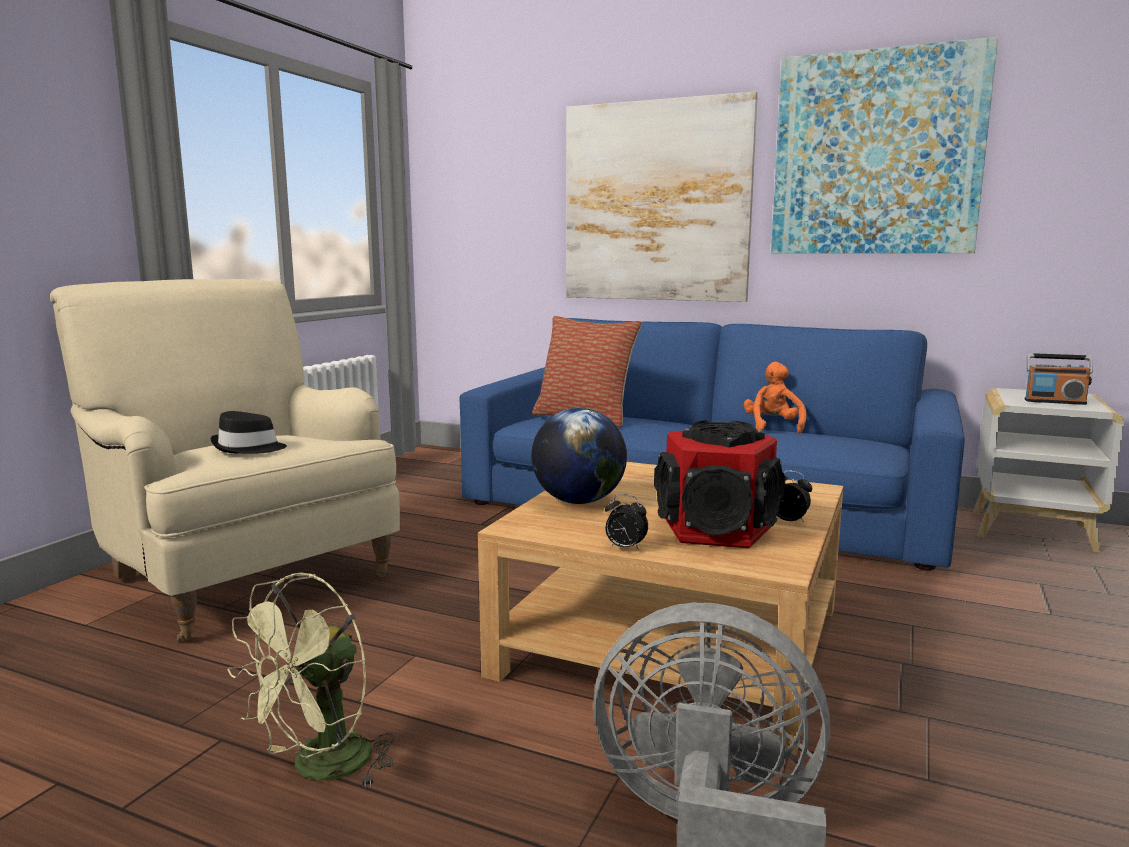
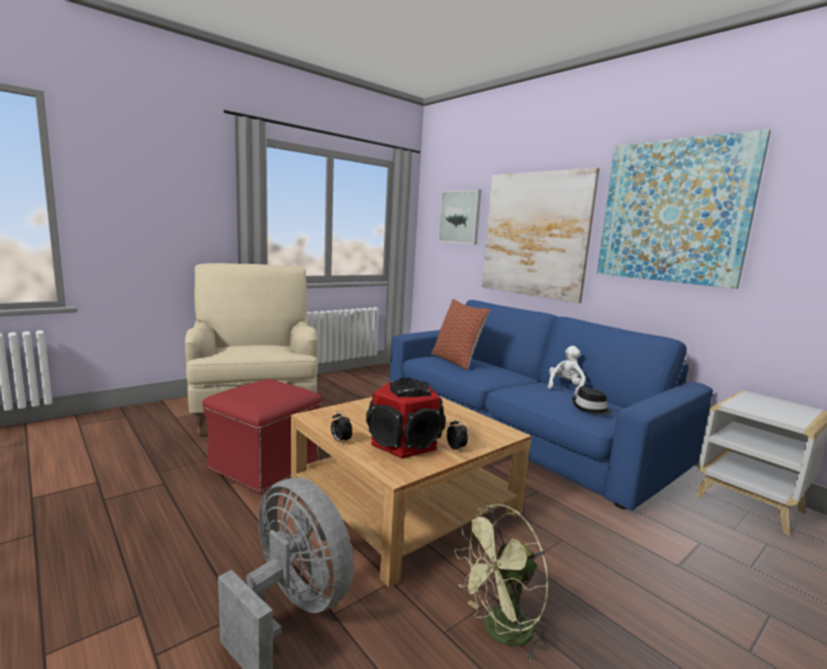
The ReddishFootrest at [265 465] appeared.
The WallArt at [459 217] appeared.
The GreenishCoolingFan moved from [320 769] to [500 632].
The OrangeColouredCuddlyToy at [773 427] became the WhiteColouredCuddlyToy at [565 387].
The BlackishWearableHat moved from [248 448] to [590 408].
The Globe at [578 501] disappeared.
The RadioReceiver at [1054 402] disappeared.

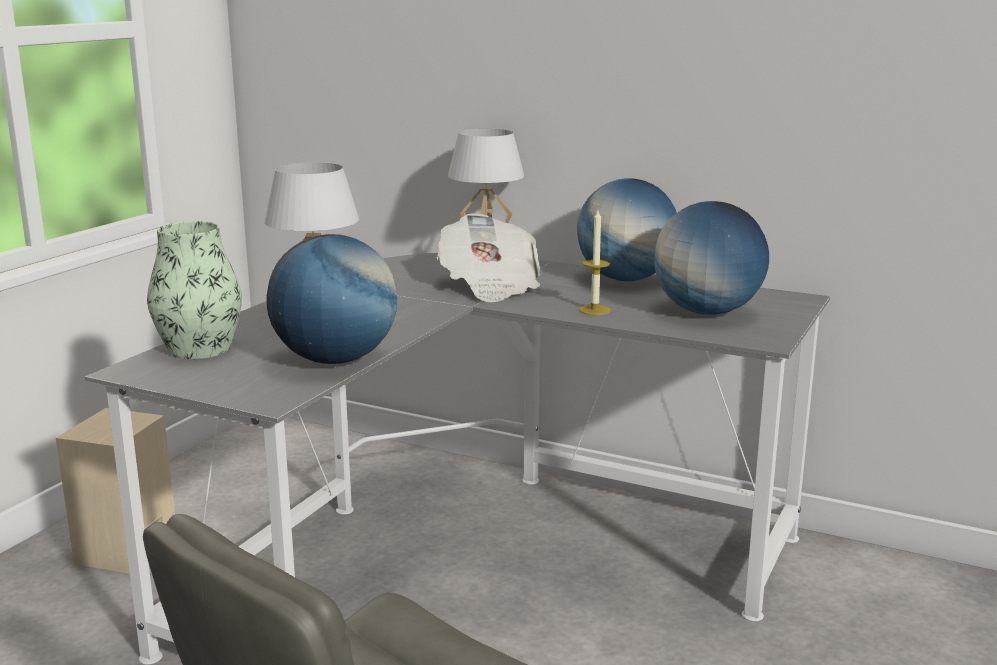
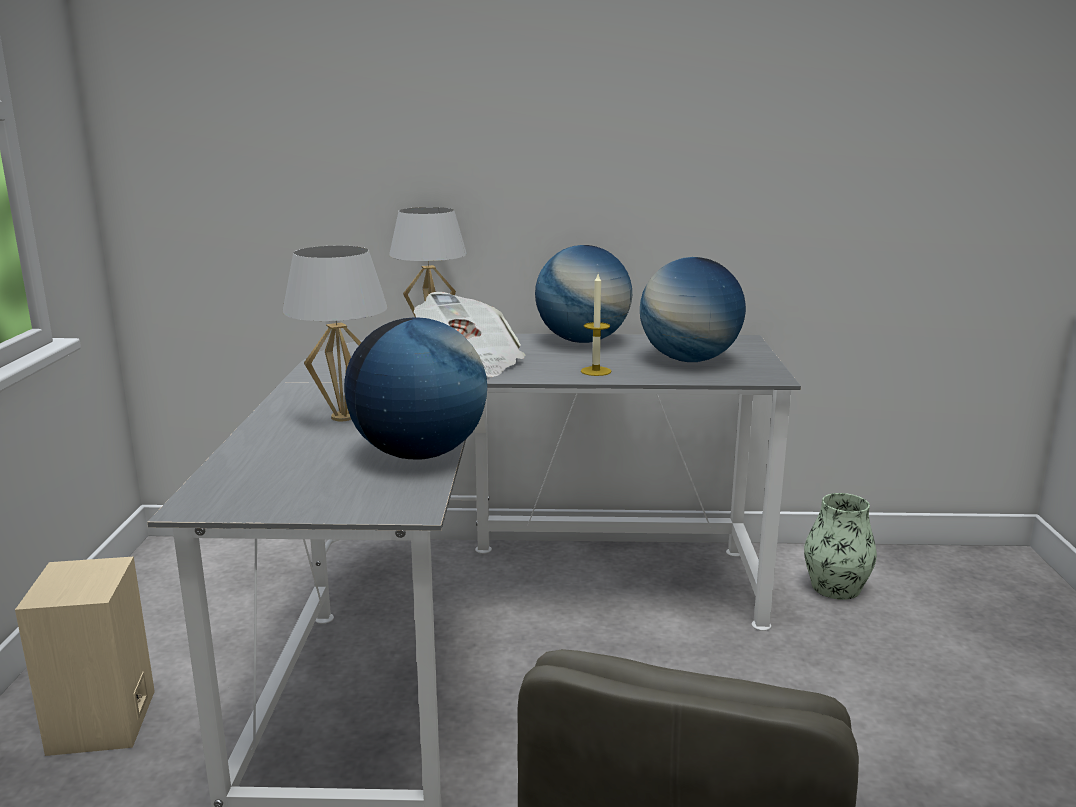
The FlowerVase moved from [199 348] to [836 587].

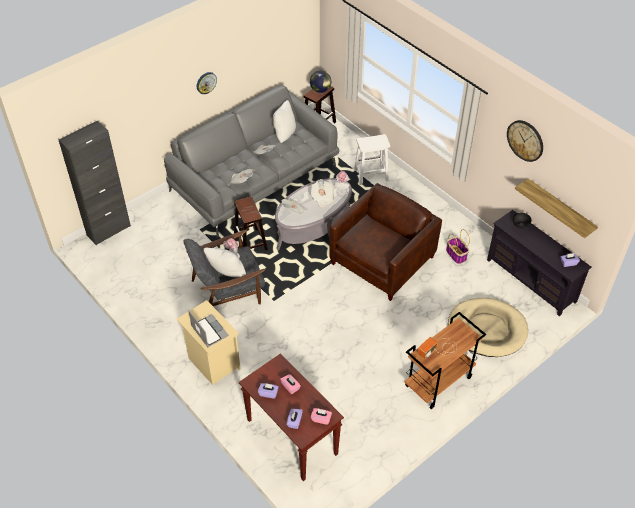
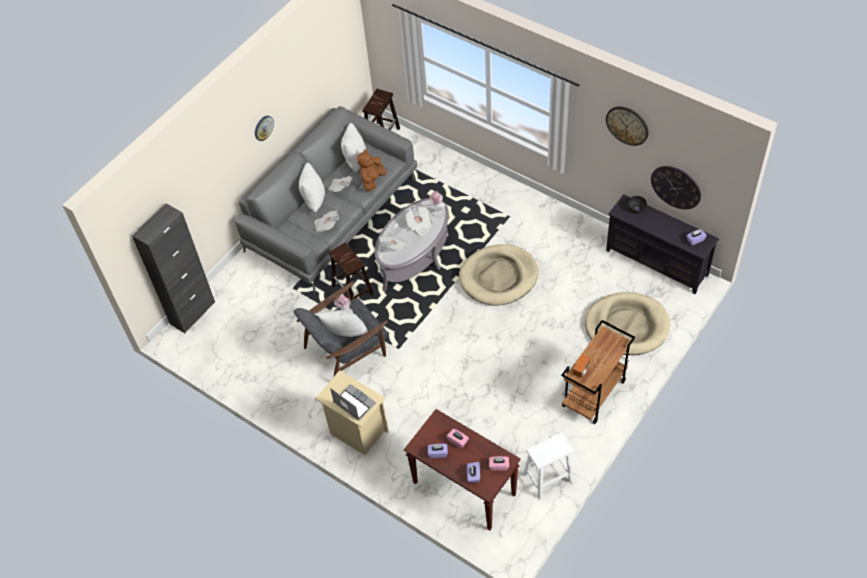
The WhiteColouredThrowPillow at [313 200] appeared.
The BrownishCuddlyToy at [372 180] appeared.
The BrownishArmchair at [382 261] was replaced by the BeigePetBed at [498 277].
The WhiteColouredStoolSeat moved from [370 175] to [547 478].
The BracketShelf at [560 209] was replaced by the WallClock at [676 187].
The Globe at [320 90] disappeared.
The HouseholdBasket at [456 255] disappeared.

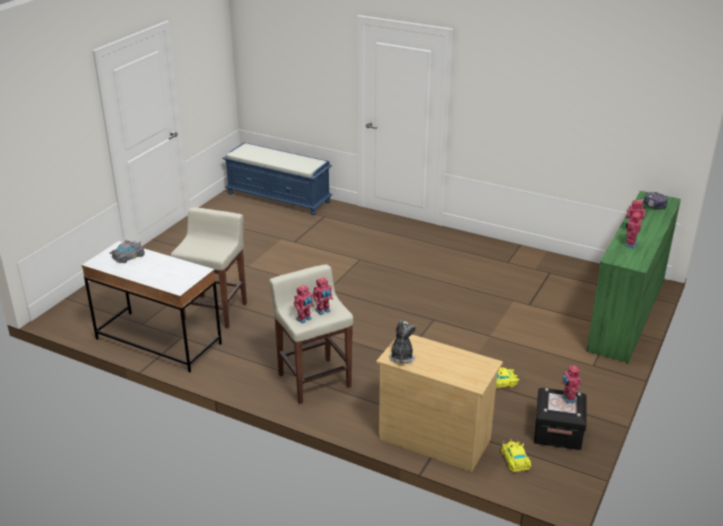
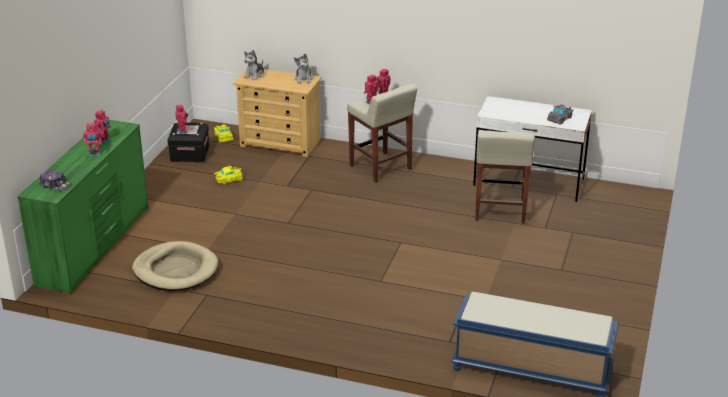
The BeigePetBed at [176 270] appeared.
The CuddlyToy at [255 75] appeared.

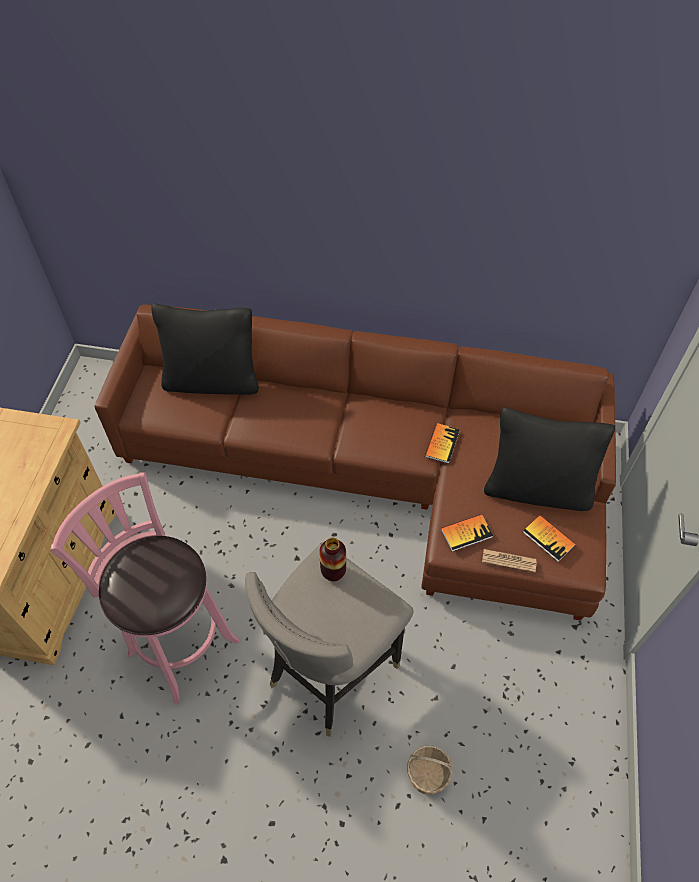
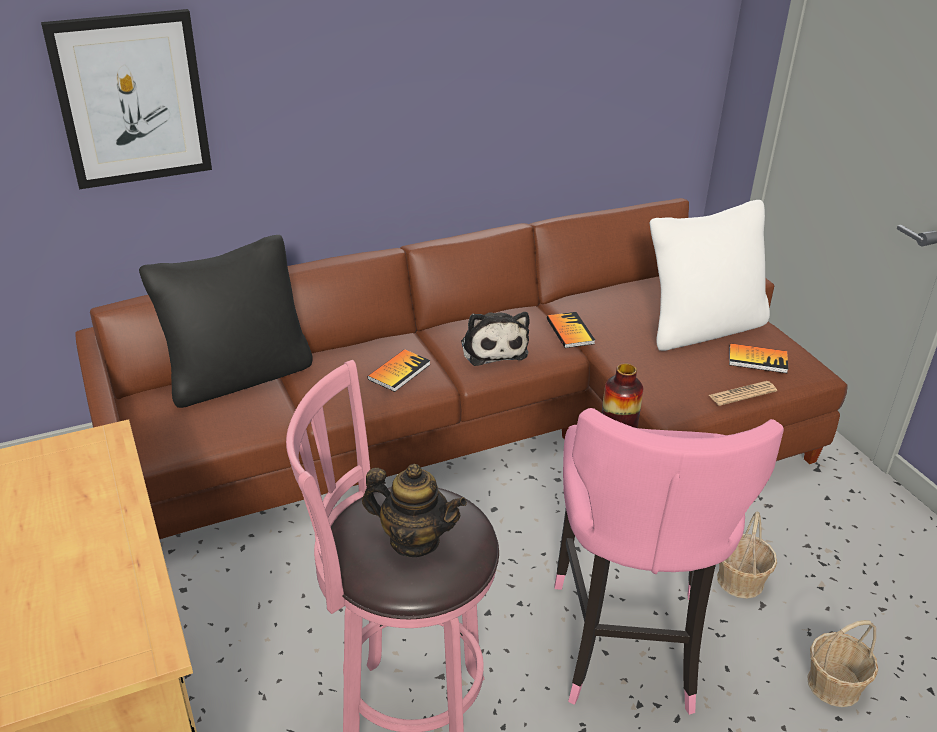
The WallArt at [131 99] appeared.
The PotForTea at [414 540] appeared.
The Book moved from [466 533] to [399 372].
The CuddlyToy at [493 348] appeared.
The GreyishStoolSeat at [330 672] became the PinkStoolSeat at [626 645].
The BlackishThrowPillow at [537 489] became the WhiteColouredThrowPillow at [702 328].
The HouseholdBasket at [740 580] appeared.

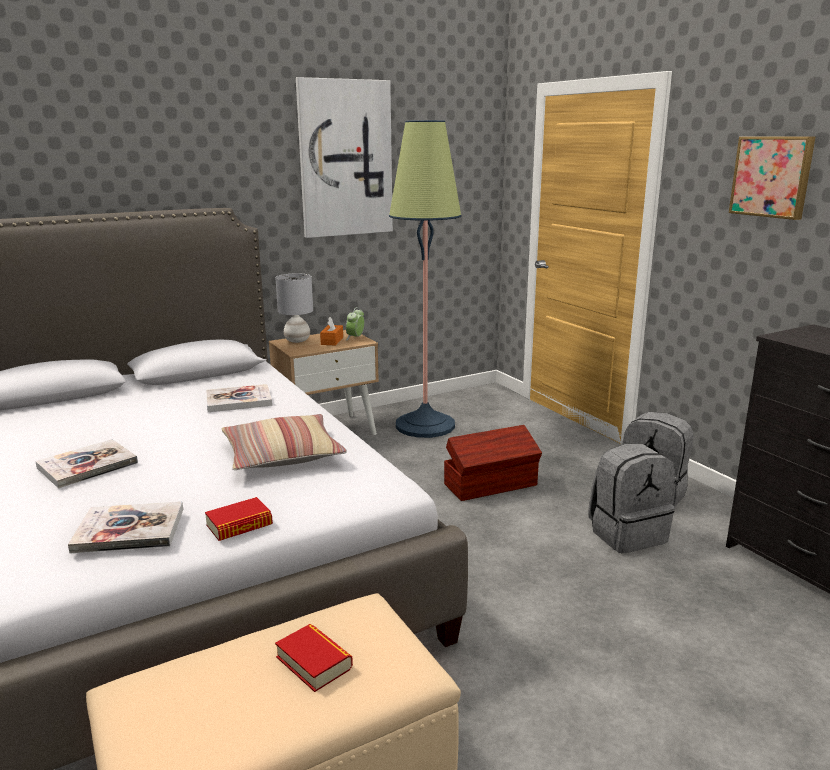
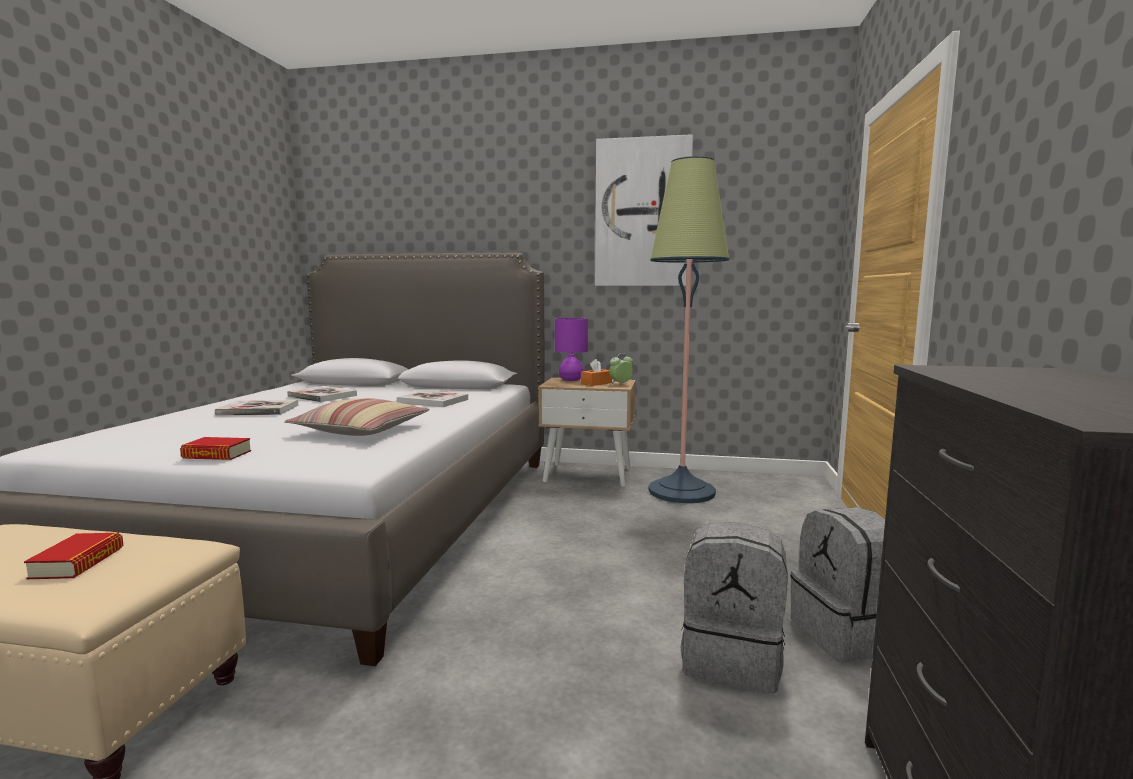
The Book moved from [129 530] to [322 396].
The GreyishLampForATable at [297 340] became the PurplishLampForATable at [571 380].
The BrownishStorageBox at [492 485] disappeared.
The WallArt at [772 176] disappeared.

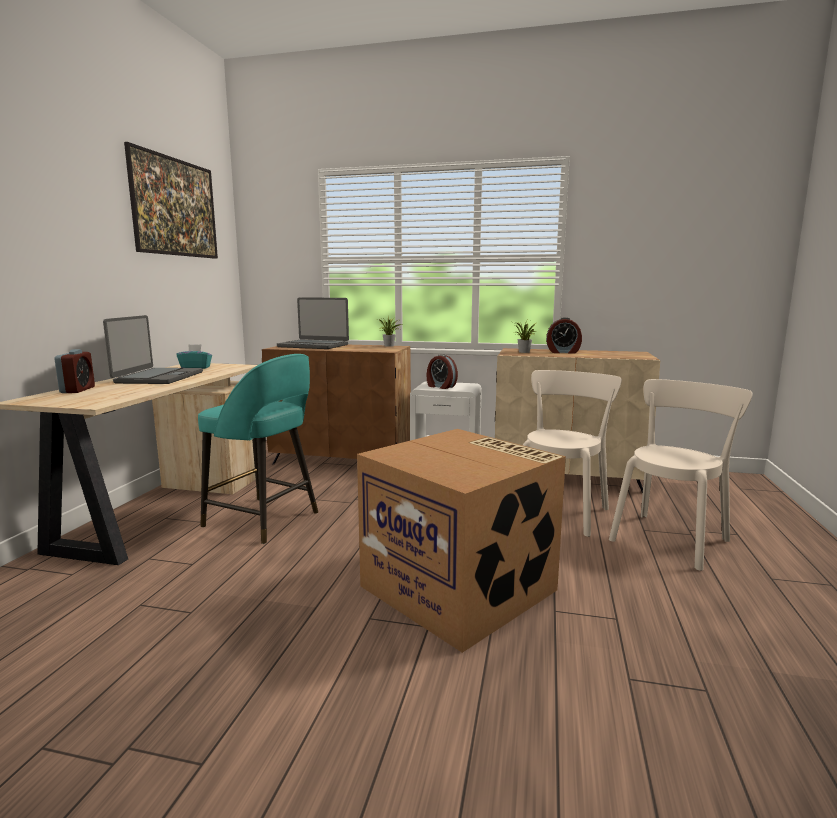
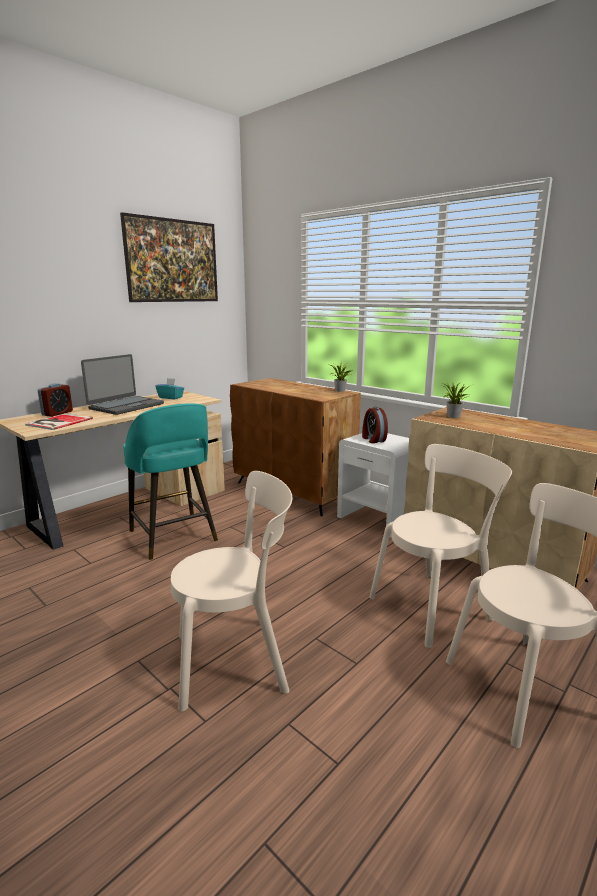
The Book at [58 422] appeared.
The Carton at [461 588] was replaced by the BeigeChair at [237 660].
The NotebookComputer at [314 346] disappeared.
The BedsideClock at [563 352] disappeared.

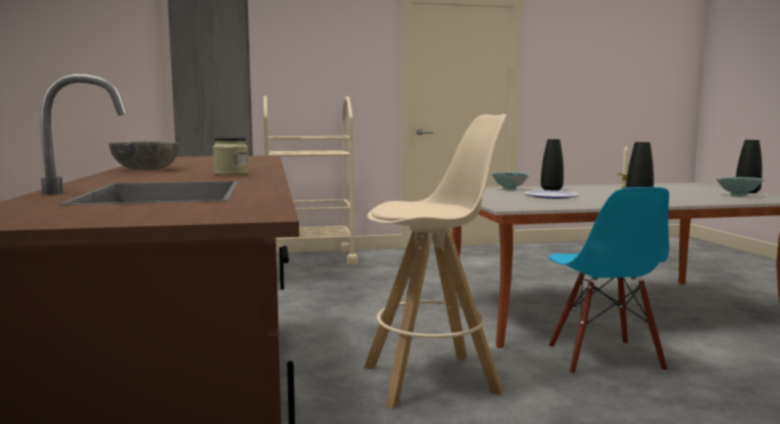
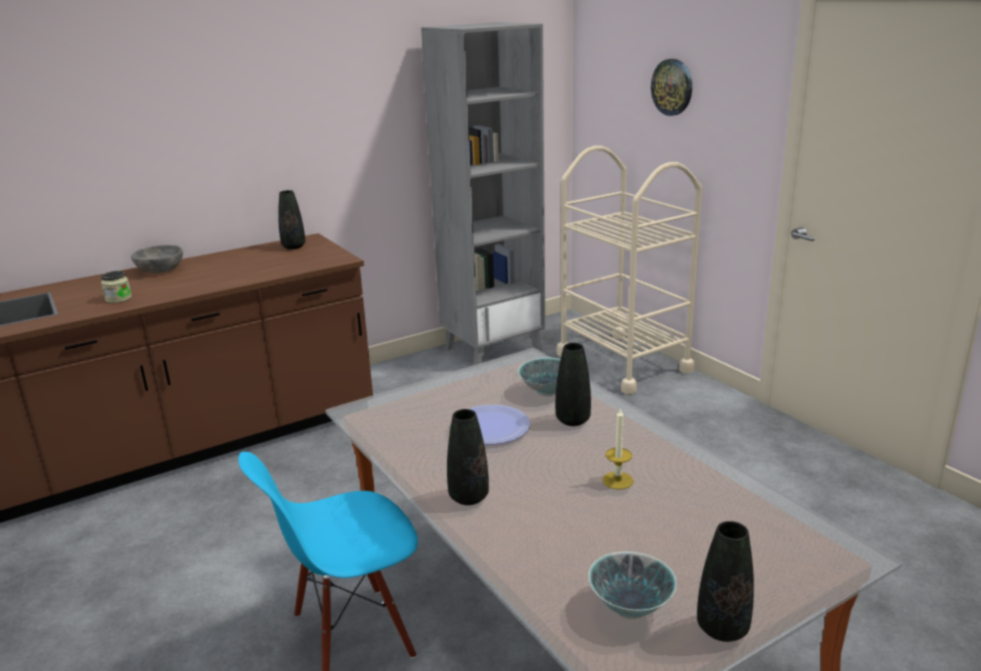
The BlackishFlowerVase at [293 247] appeared.
The WallClock at [672 87] appeared.
The BeigeStoolSeat at [432 379] disappeared.

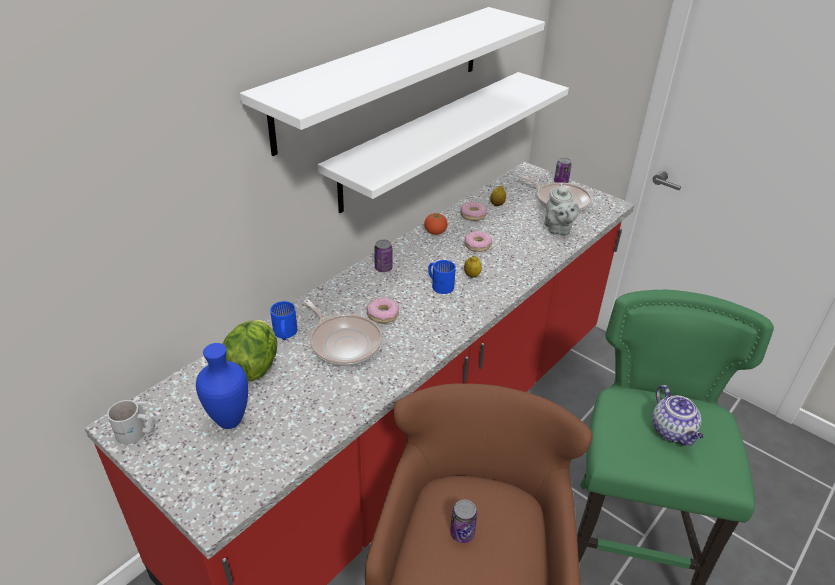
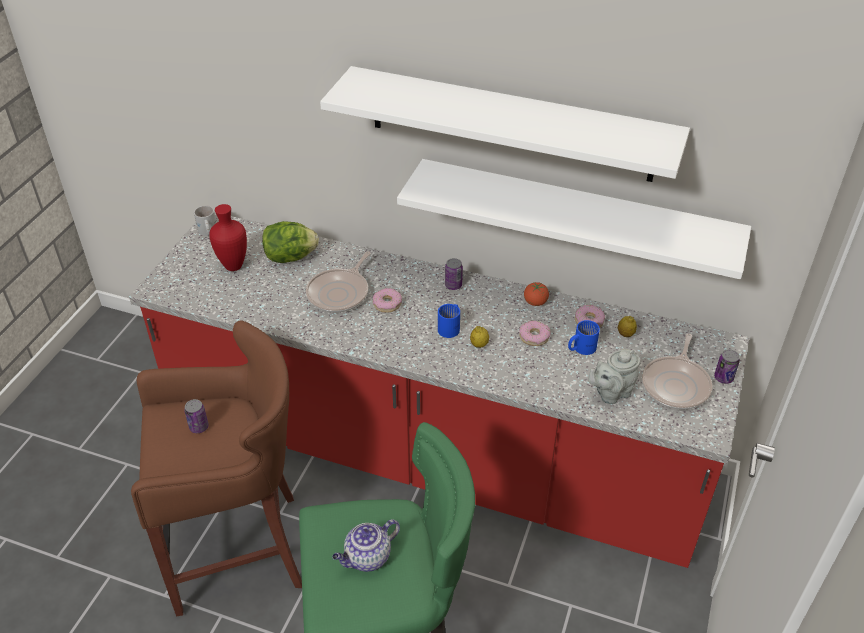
The BlueColouredFlowerVase at [228 420] became the ReddishFlowerVase at [233 265].
The BlueColouredTeaMug moved from [284 333] to [580 347].

